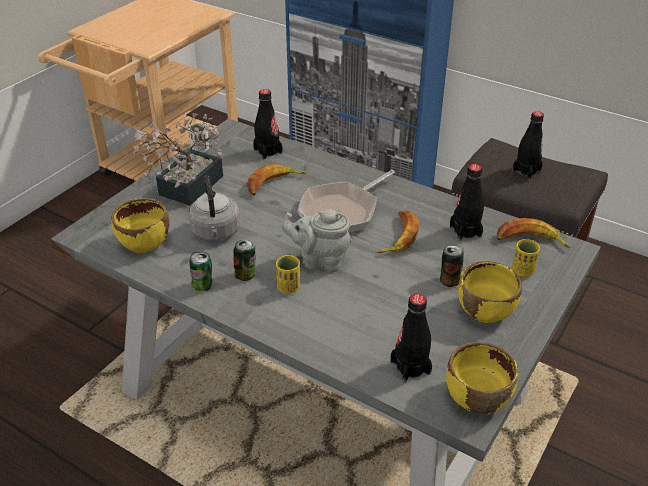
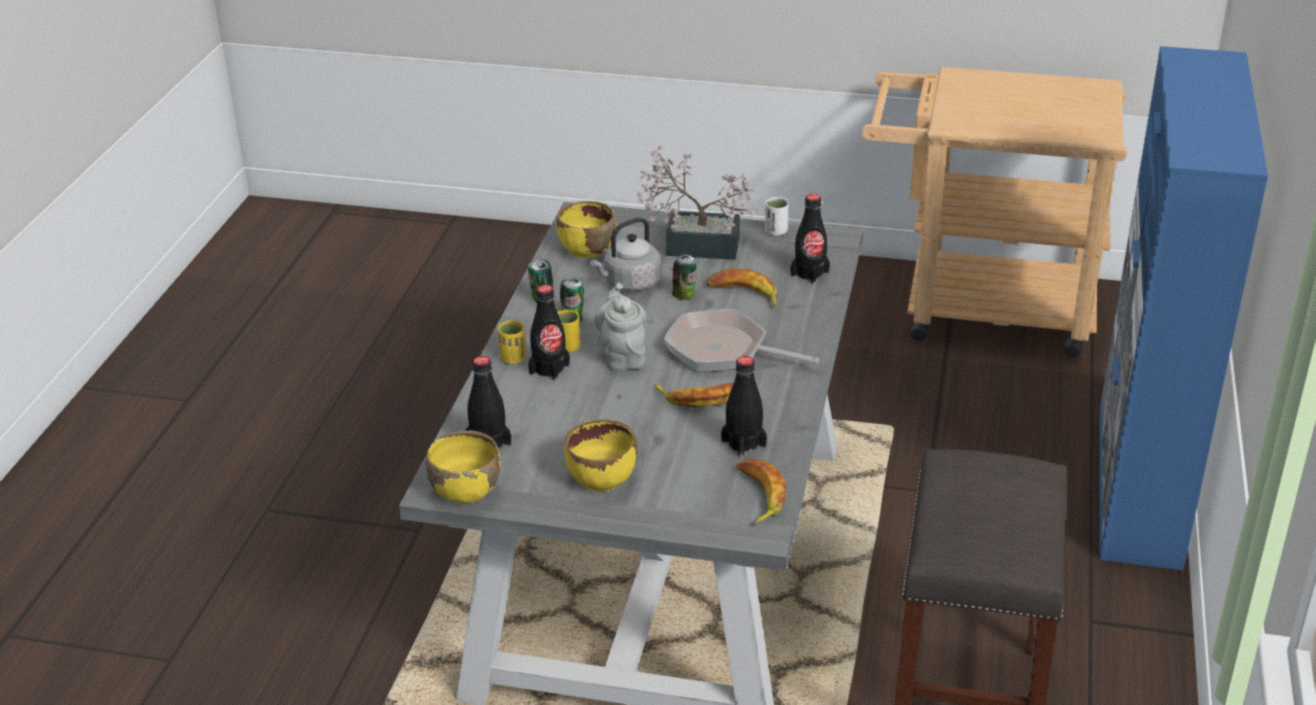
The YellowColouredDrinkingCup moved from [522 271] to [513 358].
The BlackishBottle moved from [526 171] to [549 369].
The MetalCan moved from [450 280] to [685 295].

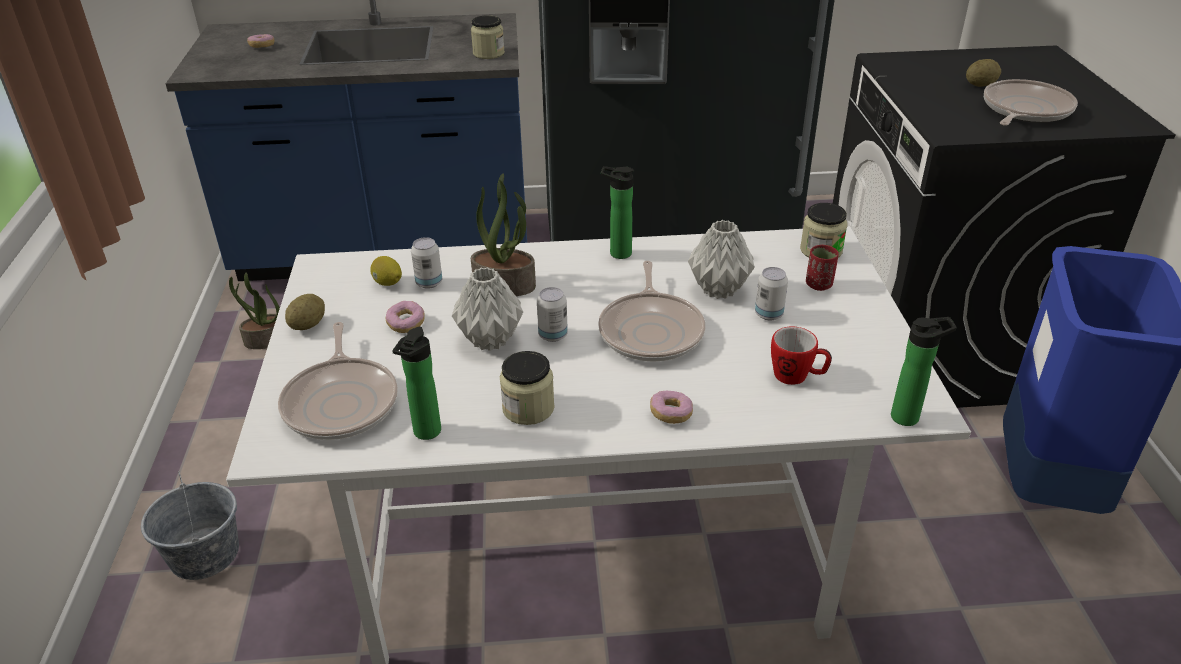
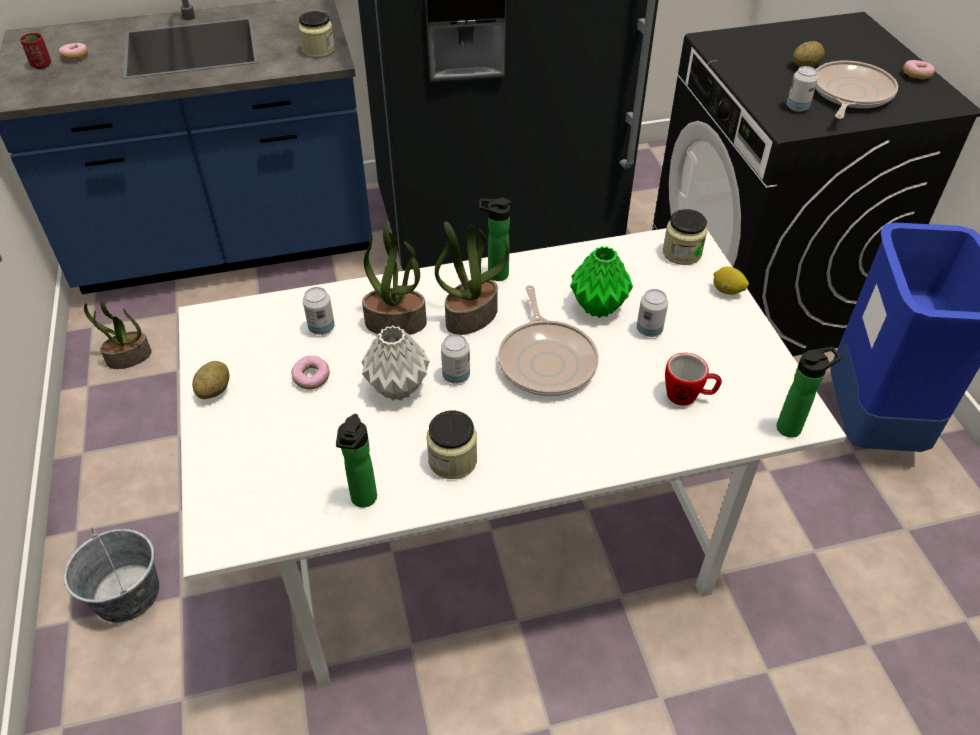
The ReddishDrinkingCup moved from [819 285] to [41 65].
The PlantInAPot at [471 316] appeared.
The GreyishFlowerVase at [719 290] became the GreenishFlowerVase at [599 308].
The WholeLemon moved from [388 283] to [727 291].
The MetalCan at [797 107] appeared.
The Donut moved from [671 414] to [916 75].
The FryingPan at [342 402] disappeared.

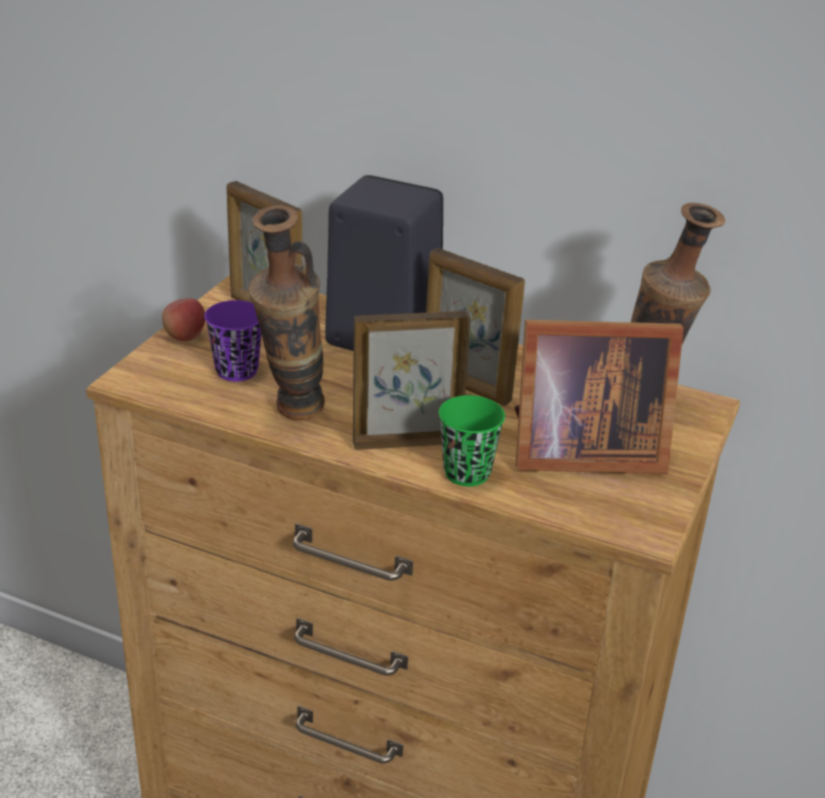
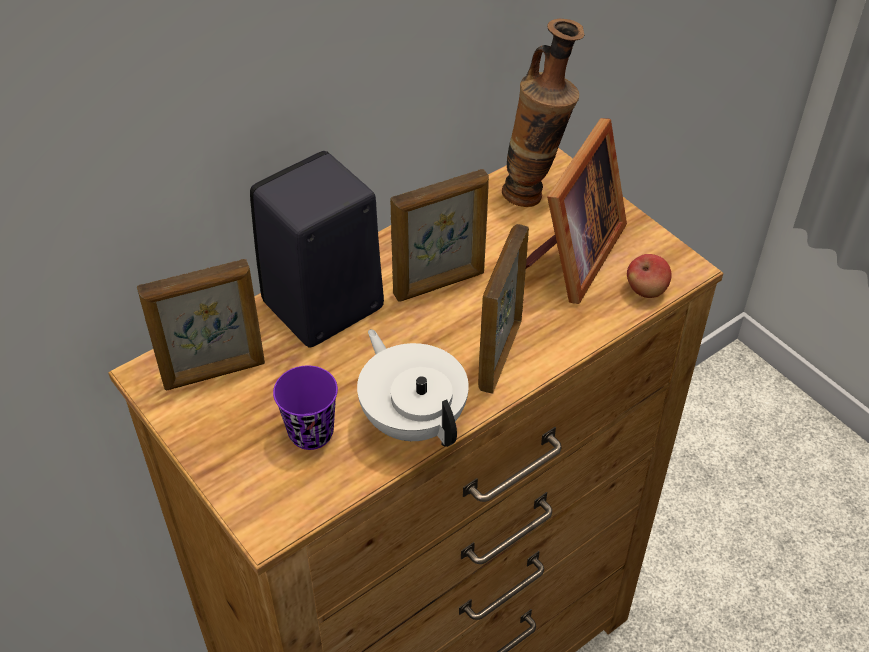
The FlowerVase at [290 416] was replaced by the WhiteColouredPotForTea at [413 419].
The Apple moved from [185 336] to [646 290].
The GreenishDrinkingCup at [467 473] disappeared.

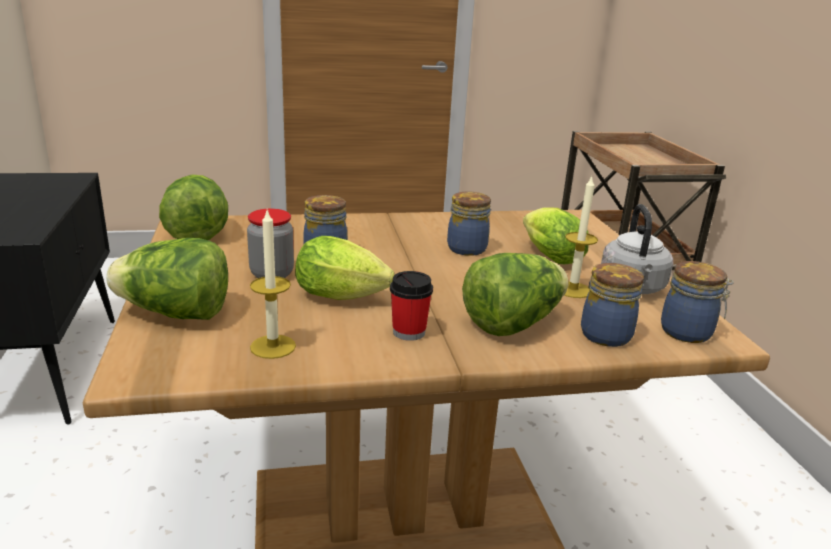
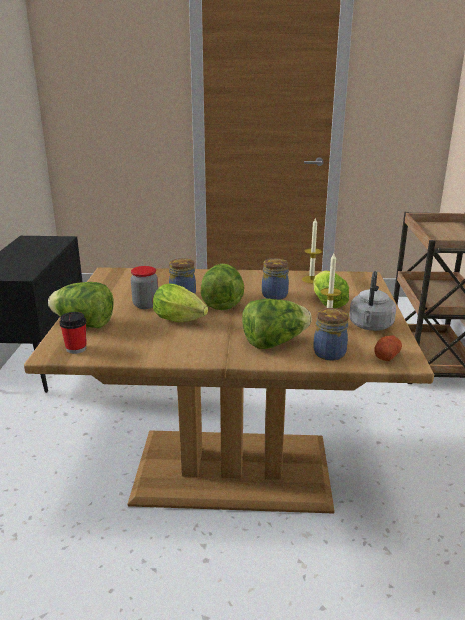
The DrinkingCup moved from [409 332] to [76 349].
The LettuceHead moved from [197 233] to [222 302].
The WaxCandle moved from [273 346] to [311 279].
The StorageJar at [688 333] was replaced by the Potato at [386 356].

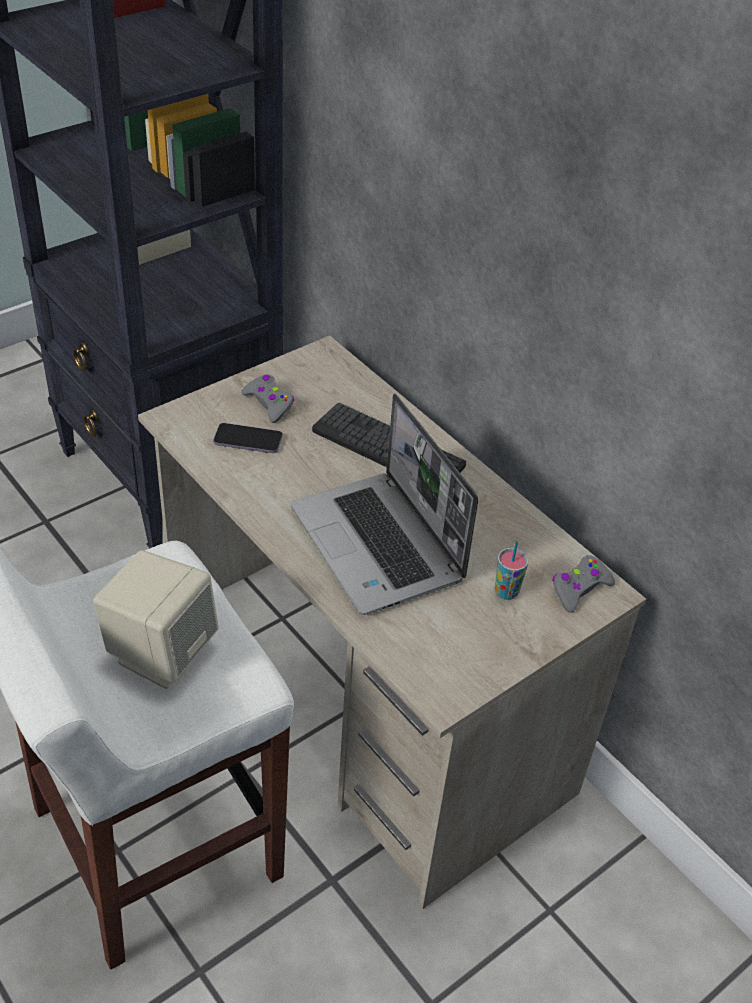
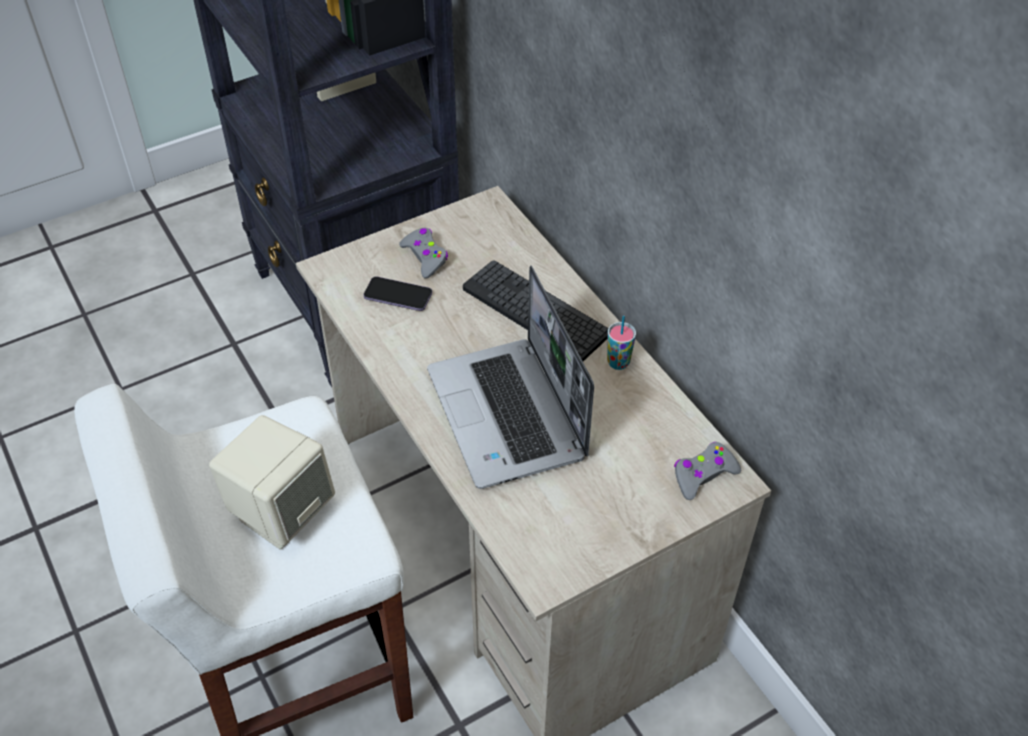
The DrinkingCup moved from [506 592] to [618 362].

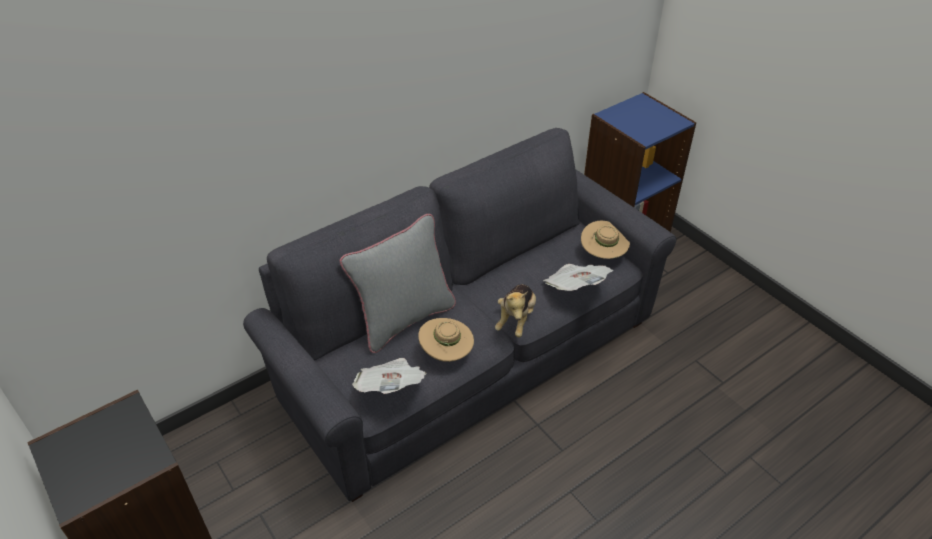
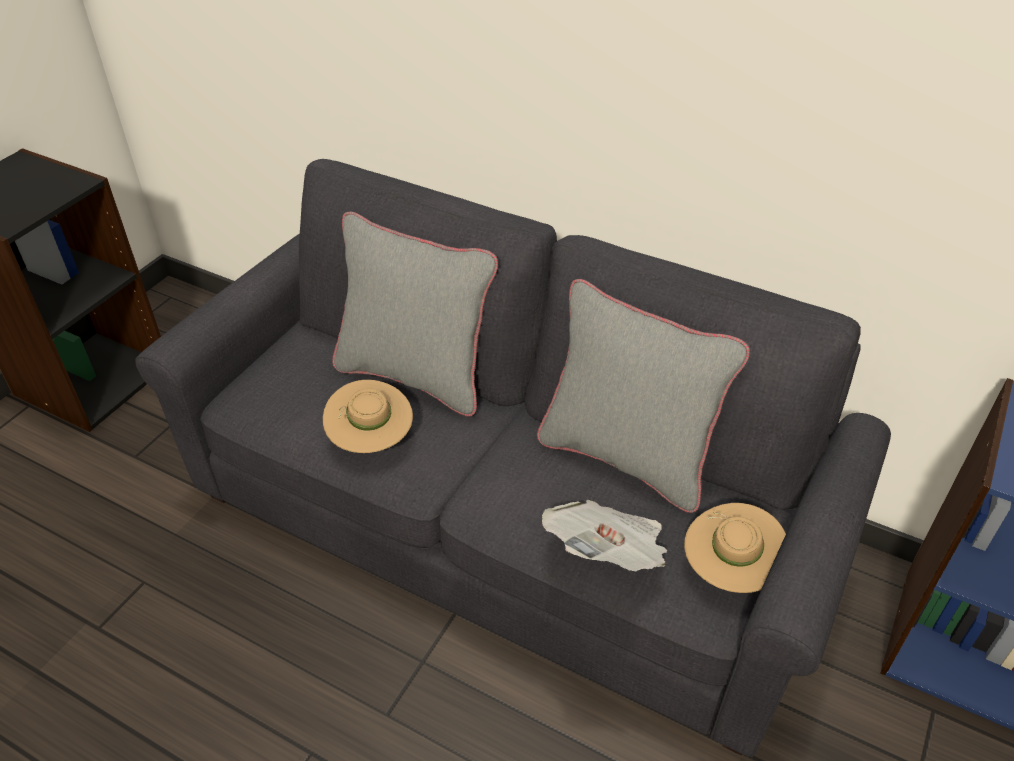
The GreyishThrowPillow at [626 457] appeared.
The Newspaper at [391 388] disappeared.
The CuddlyToy at [516 319] disappeared.

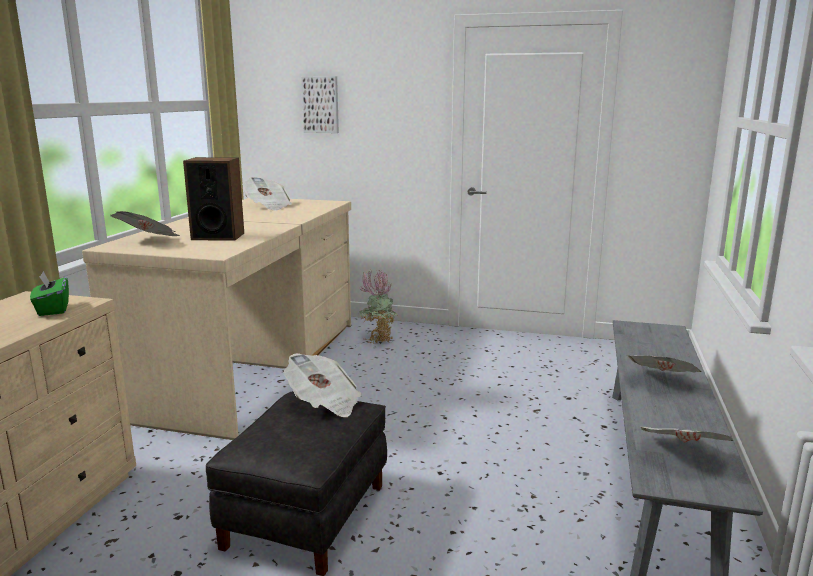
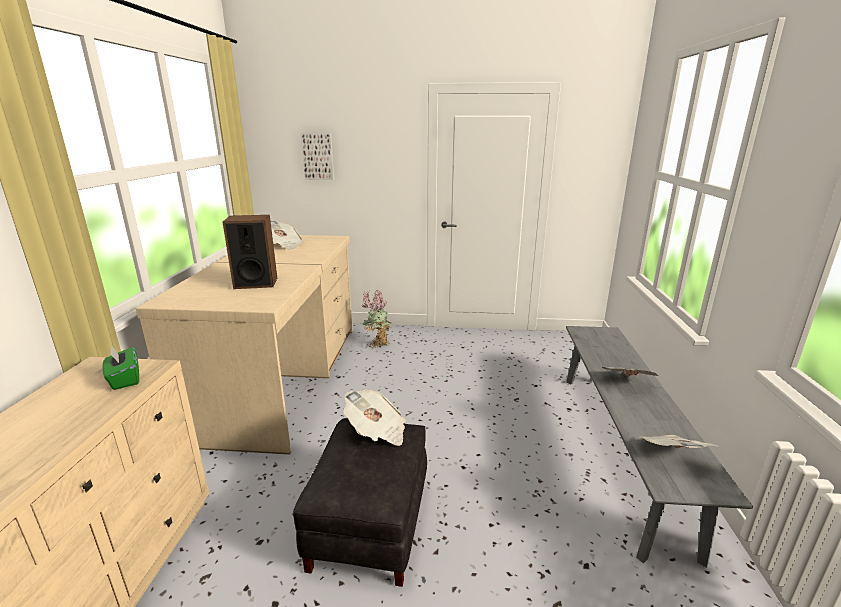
The Newspaper at [149 241] disappeared.

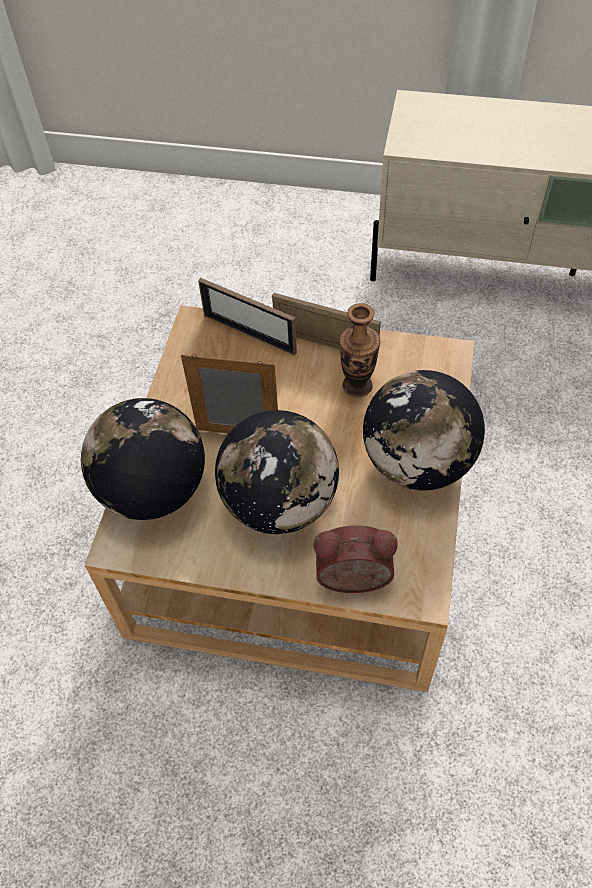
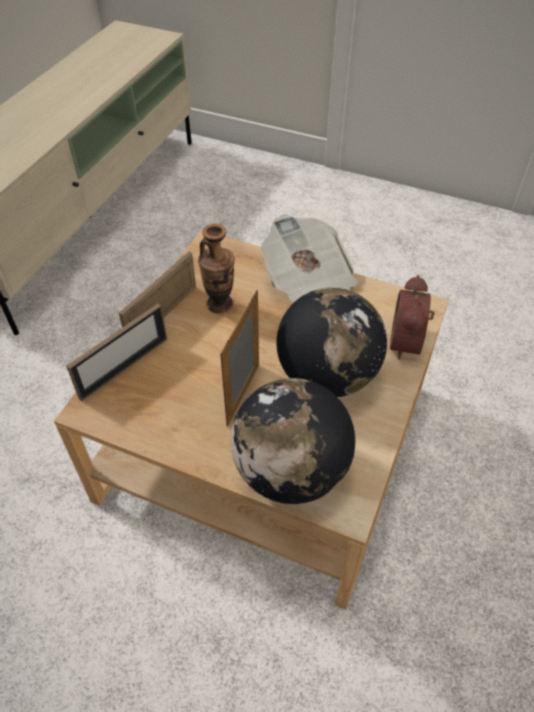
The Globe at [417 463] was replaced by the Newspaper at [309 285].

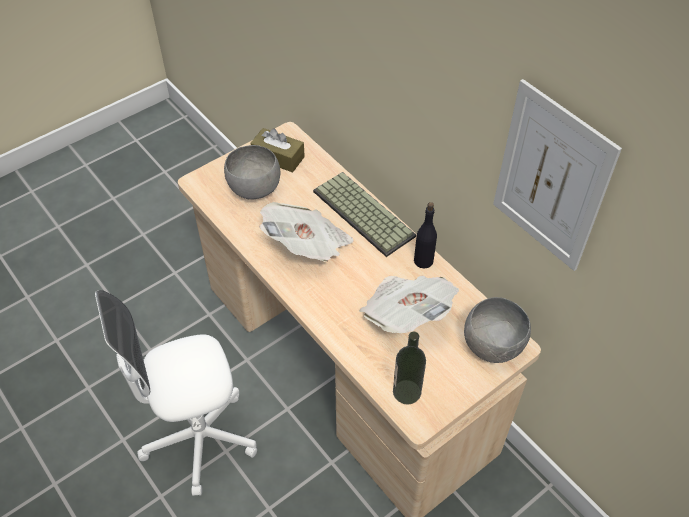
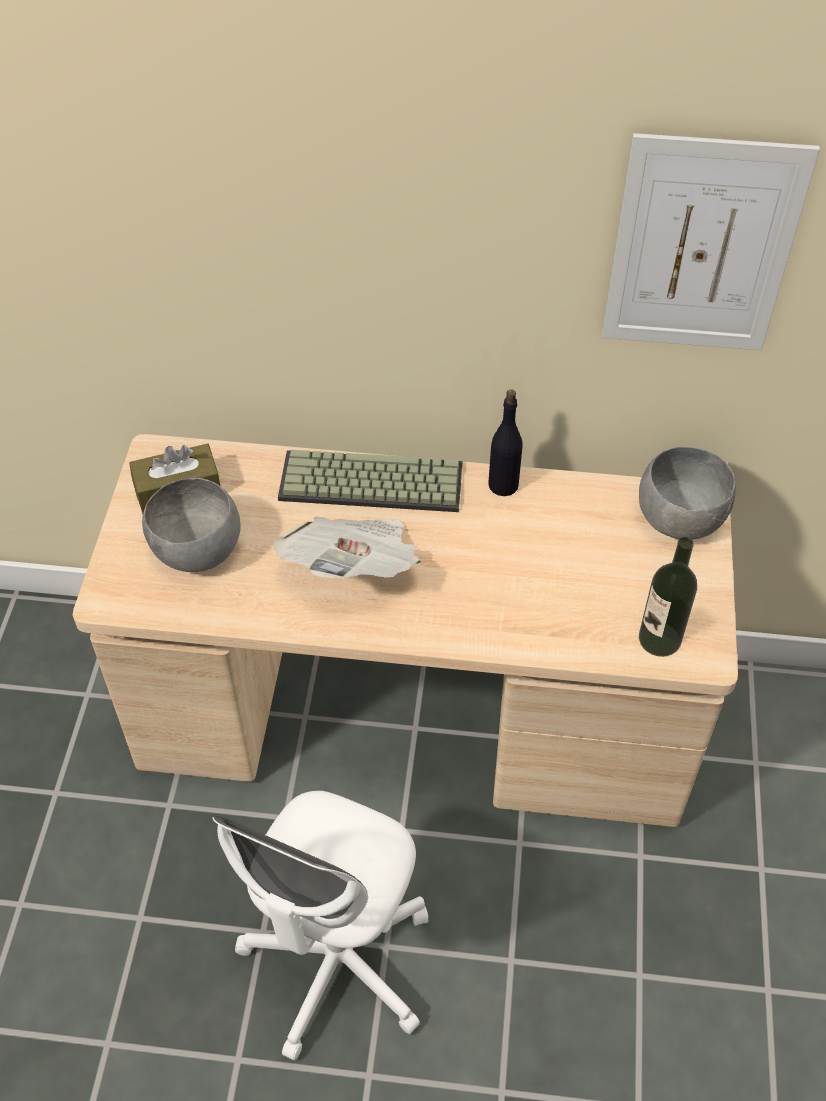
The Newspaper at [406 314] disappeared.

